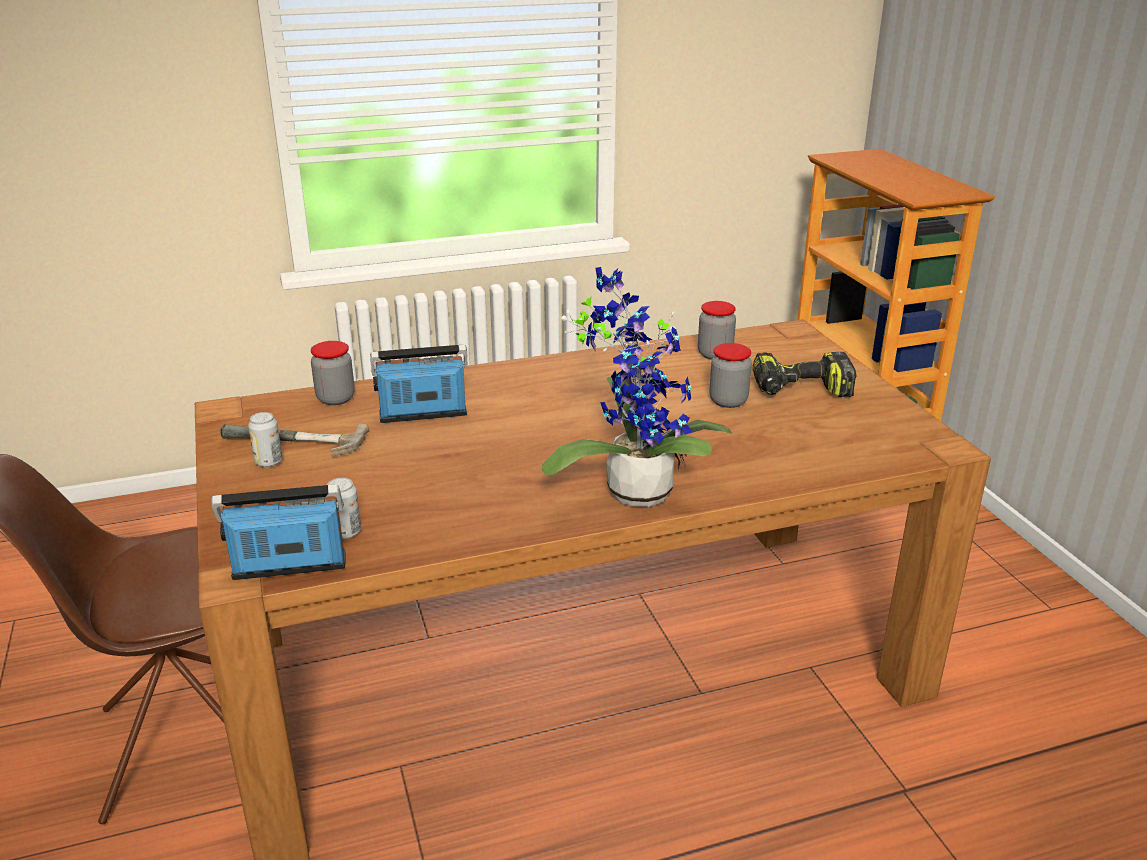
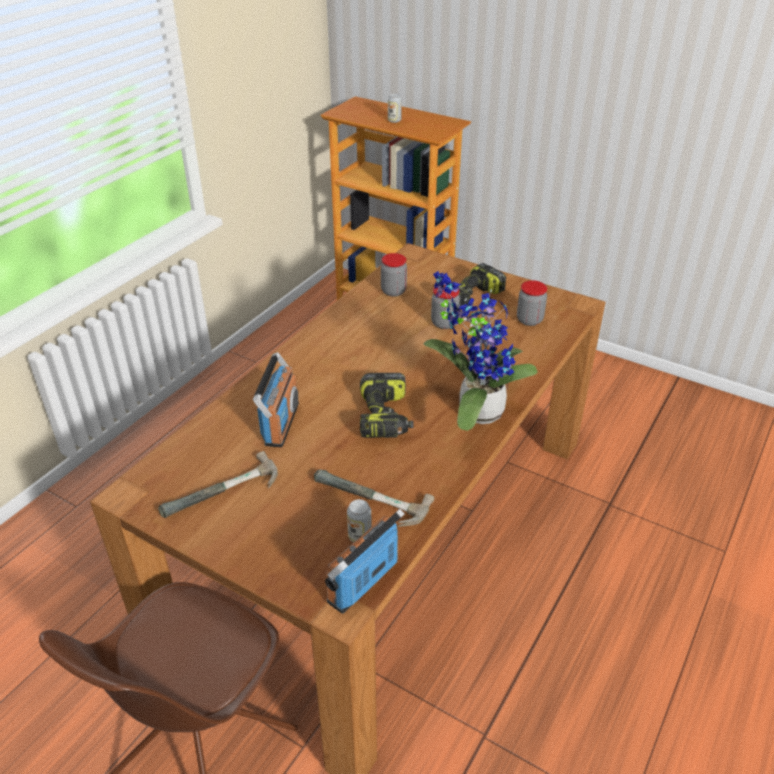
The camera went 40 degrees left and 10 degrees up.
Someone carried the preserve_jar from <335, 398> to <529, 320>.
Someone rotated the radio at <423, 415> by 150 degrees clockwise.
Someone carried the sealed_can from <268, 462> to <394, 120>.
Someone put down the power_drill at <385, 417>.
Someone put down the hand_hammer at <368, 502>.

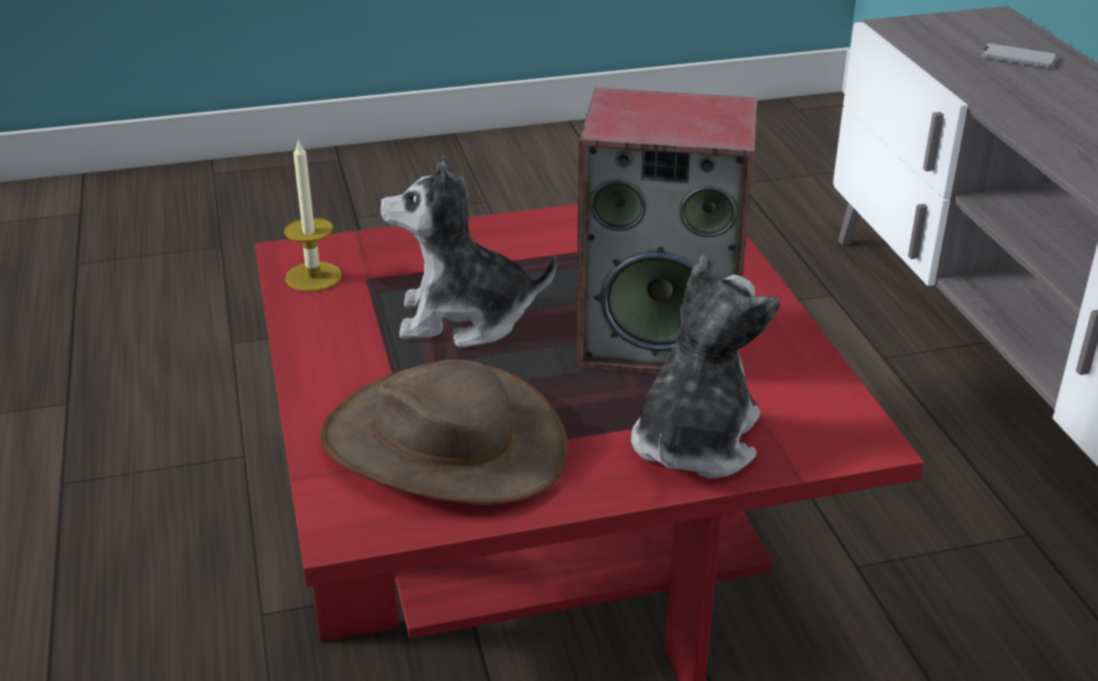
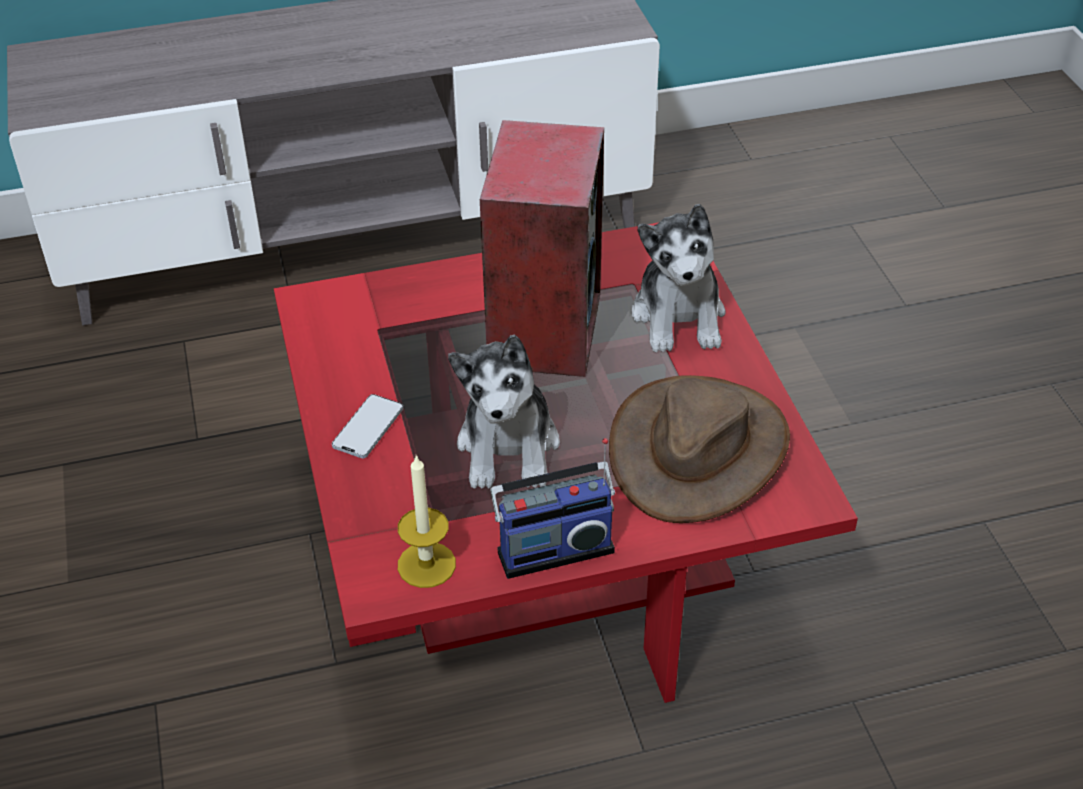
The camera went 90 degrees left and 10 degrees up.
Someone carried the phone from <1018, 57> to <368, 427>.
Someone rotated the cuddly_toy at <694, 441> by 120 degrees counterclockwise.
Someone put down the radio at <553, 548>.

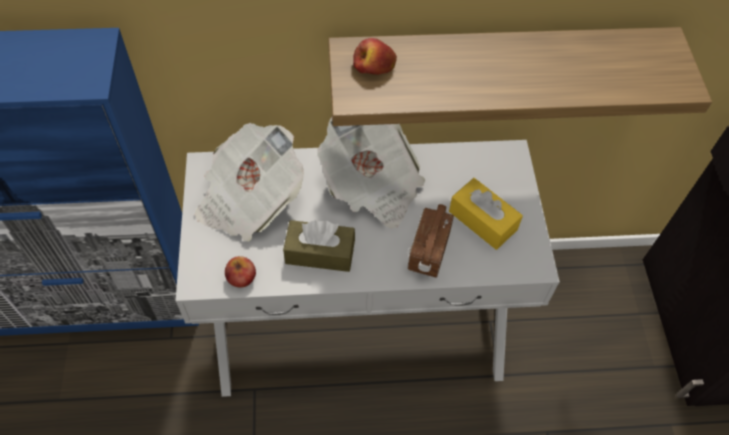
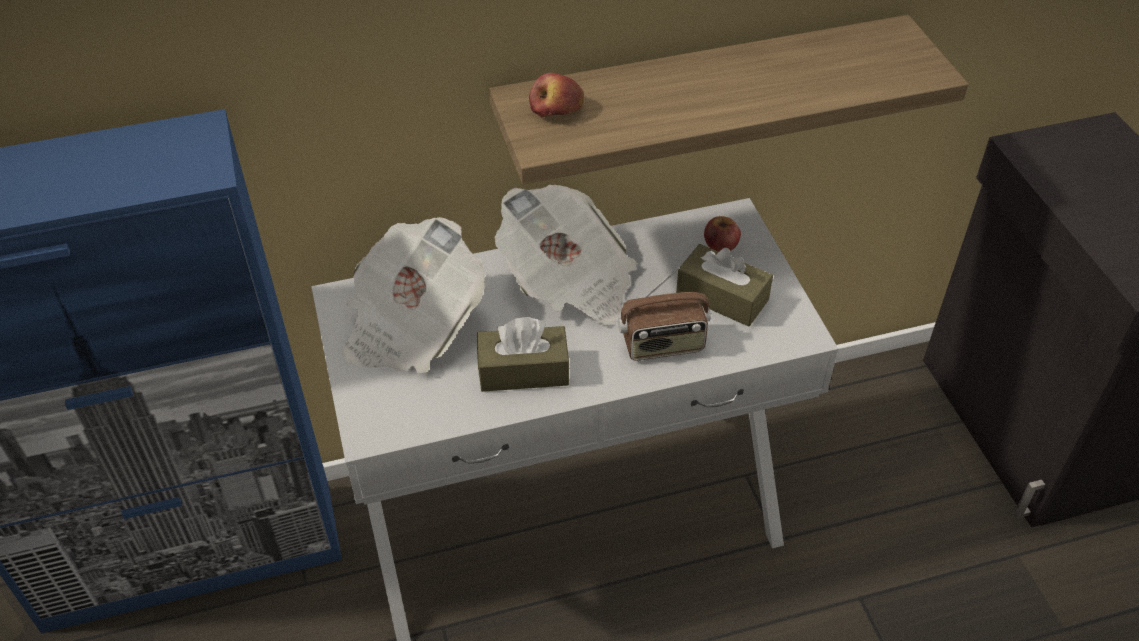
The camera went 10 degrees left and 10 degrees down.
Someone repainted the yellow_tissue_holder at <482, 220>, which became the brown_tissue_holder at <722, 297>.
Someone rotated the radio at <427, 252> by 105 degrees counterclockwise.
Someone carried the apple_fruit from <241, 277> to <721, 244>.

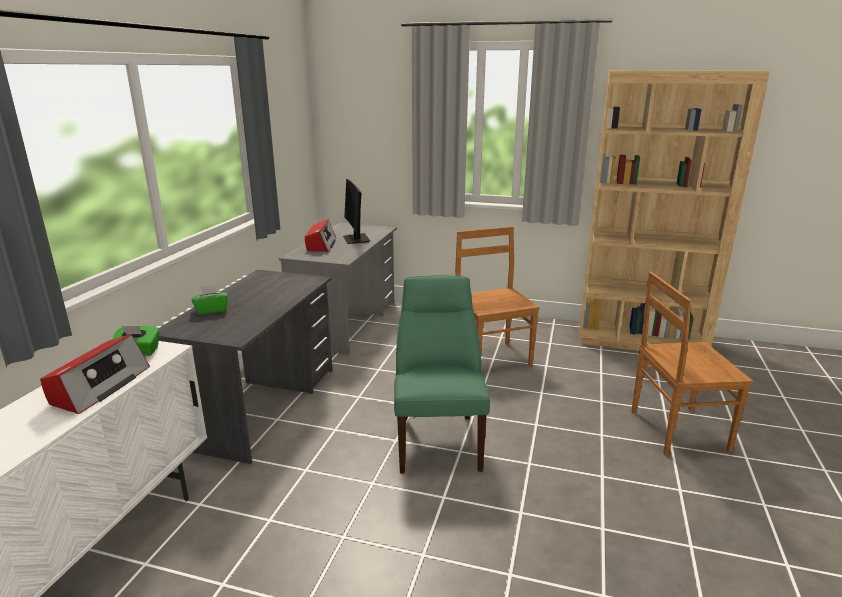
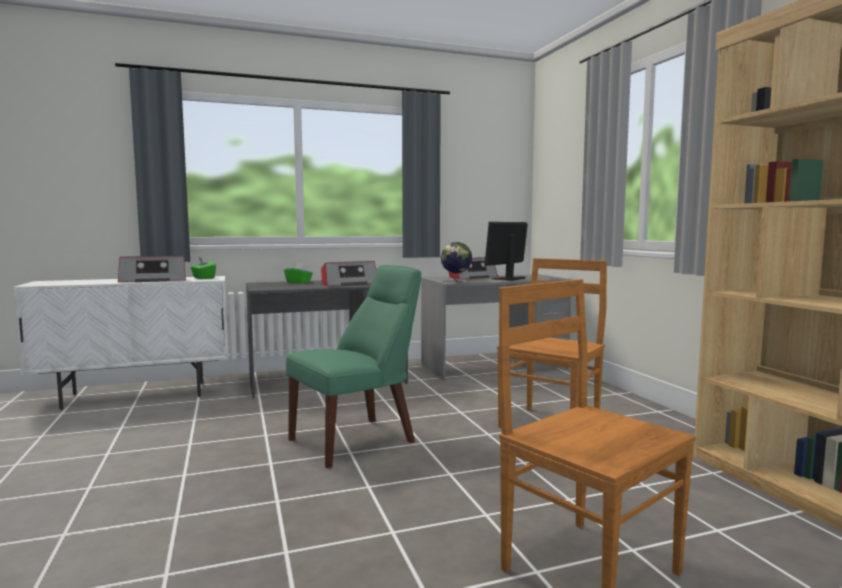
The camera went 55 degrees right and 15 degrees down.
Someone put down the desk_globe at <456, 282>.
Someone put down the radio at <349, 284>.

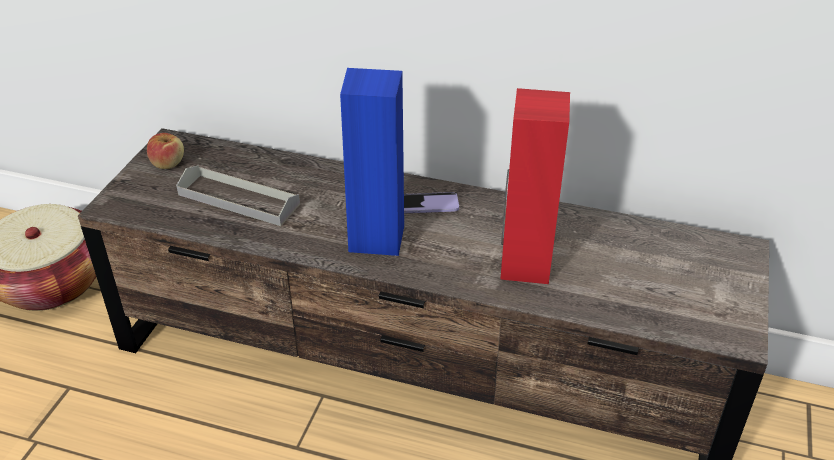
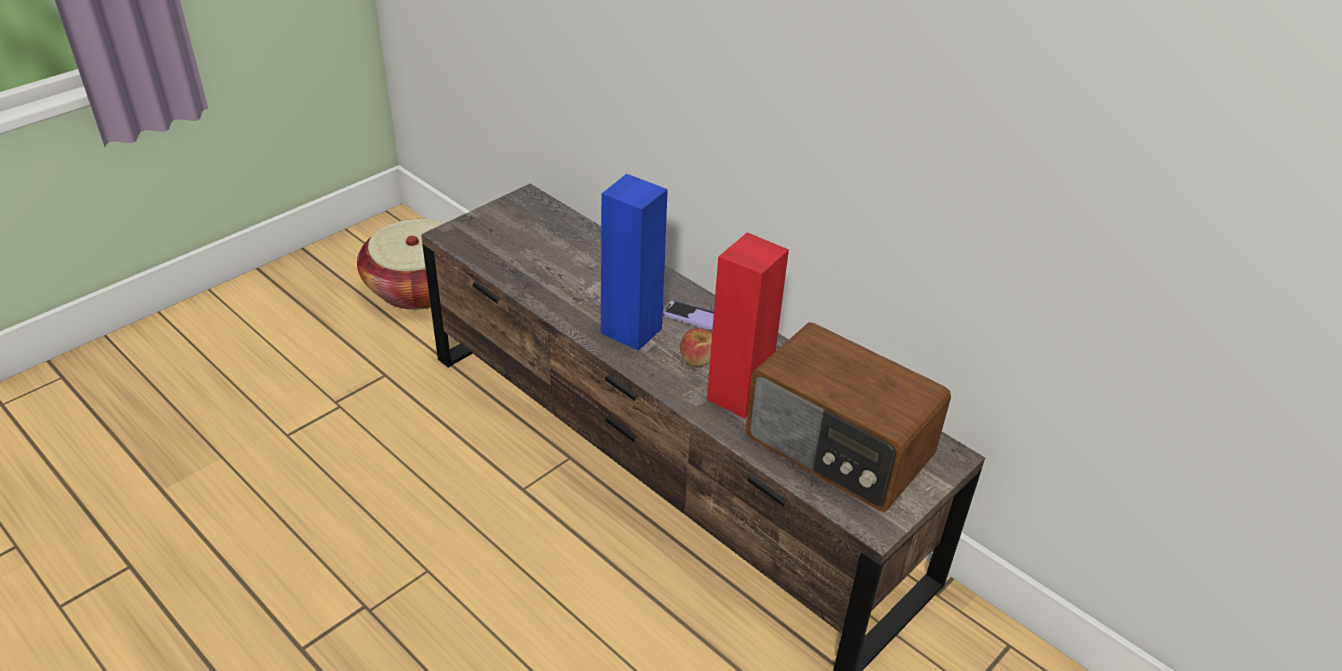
The camera went 25 degrees right and 0 degrees up.
Someone carried the apple_fruit from <168, 163> to <697, 359>.
Someone took away the grey_tray at <238, 199>.
Someone put down the radio at <838, 449>.

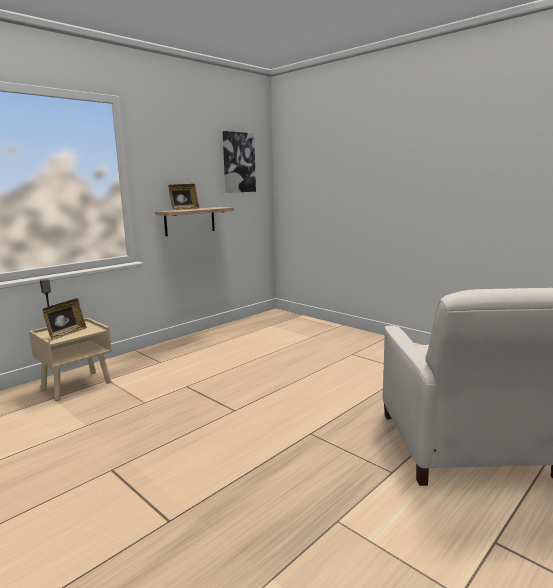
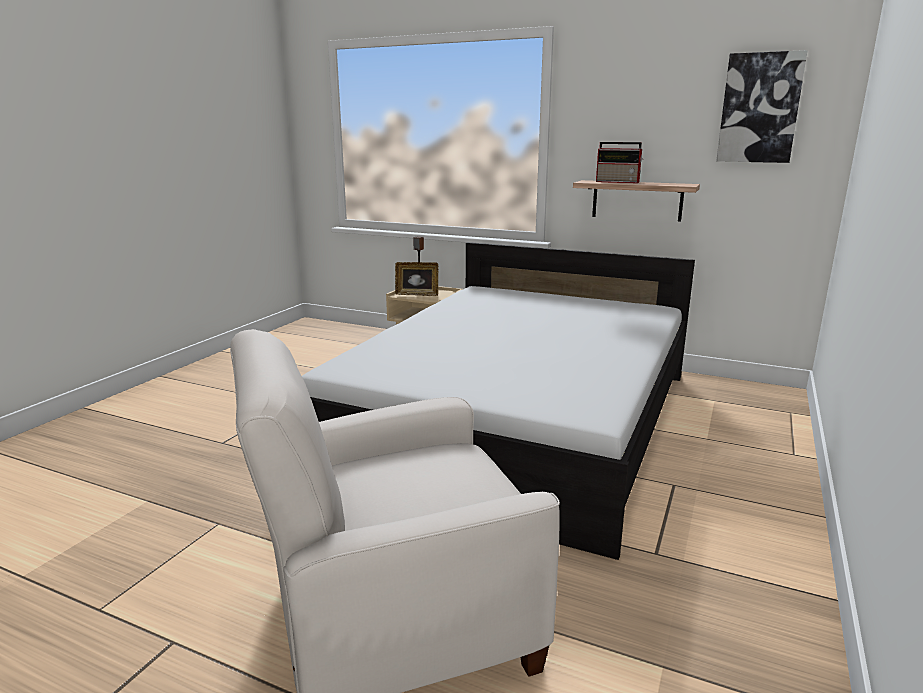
The camera went 70 degrees right and 5 degrees up.
Someone swapped the photo_frame at <184, 209> for the radio at <618, 182>.
Someone put down the whitish_bed at <517, 419>.

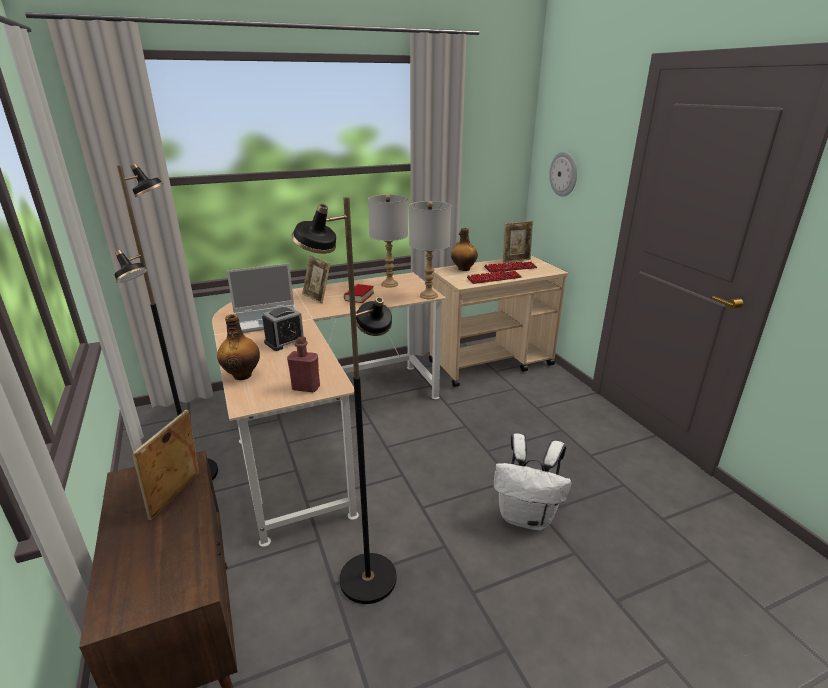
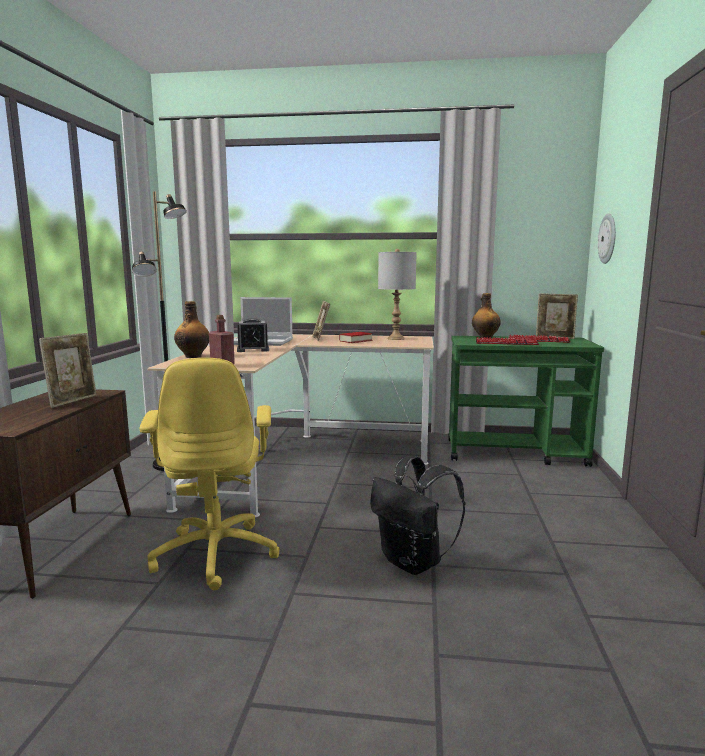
The camera went 30 degrees right and 15 degrees down.
Someone swapped the black_floor_lamp at <367, 578> for the yellow_computer_chair at <216, 553>.
Someone took away the grey_table_lamp at <428, 296>.
Someone repainted the beige-coloured_wheeled_cart at <492, 363>, which became the green_wheeled_cart at <515, 453>.
Someone rotated the photo_frame at <177, 496> by 150 degrees clockwise.
Someone repainted the whitish_rucksack at <527, 517>, which became the black_rucksack at <414, 562>.

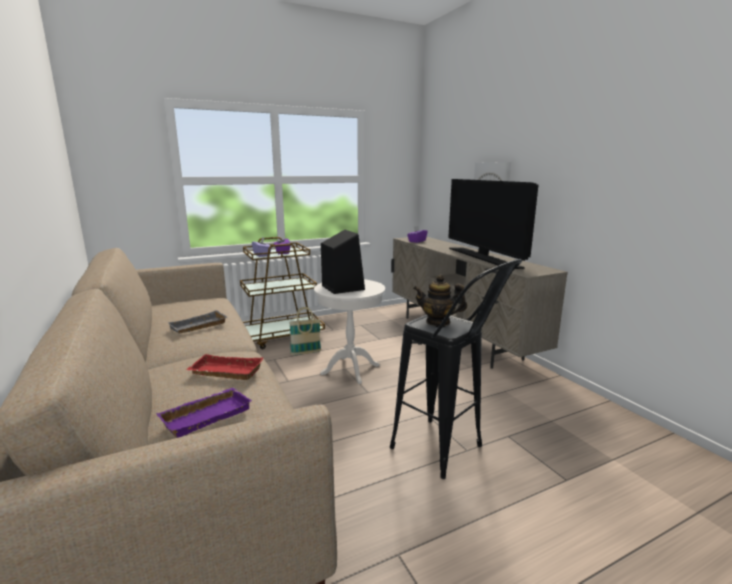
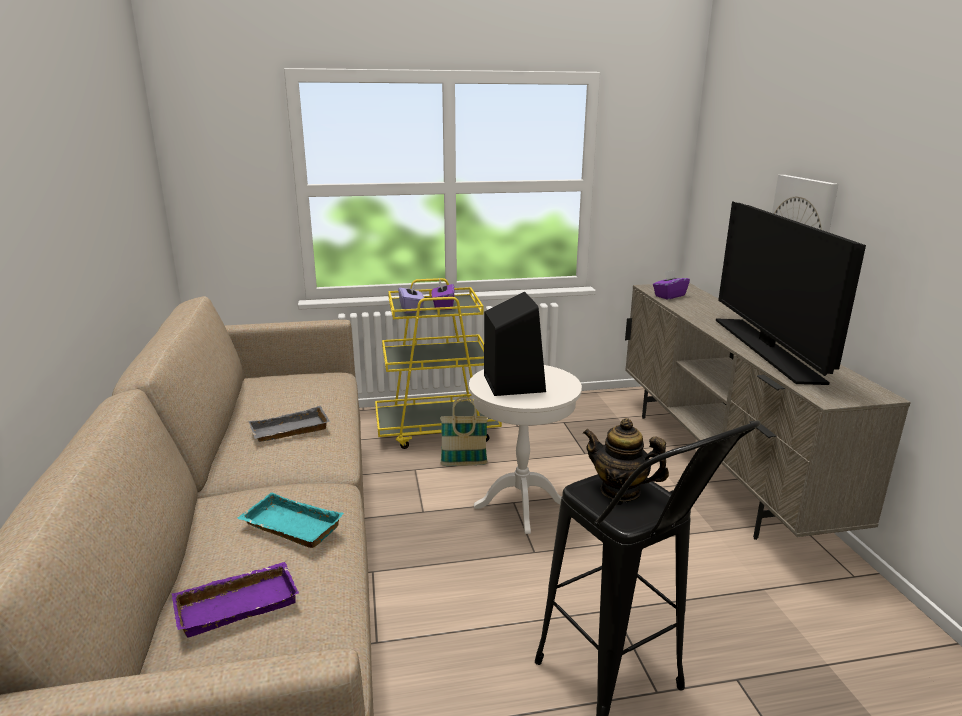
The camera went 15 degrees right and 5 degrees up.
Someone repainted the brown_wheeled_cart at <281, 336>, which became the yellow_wheeled_cart at <437, 429>.
Someone repainted the red_tray at <224, 372>, which became the turquoise_tray at <289, 527>.

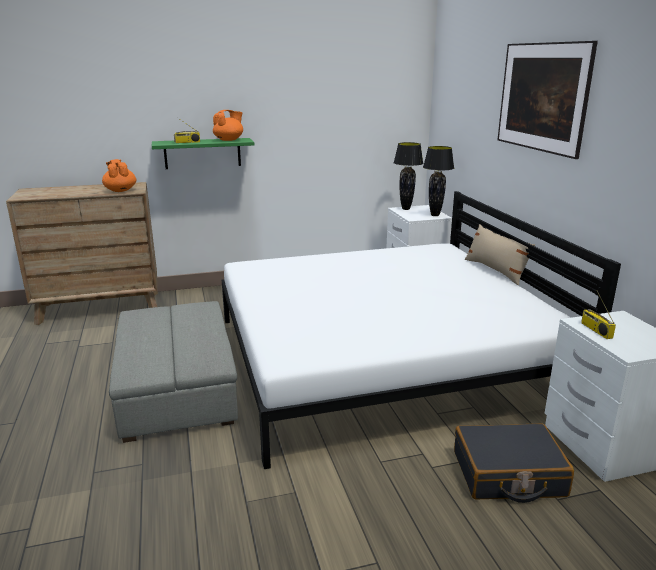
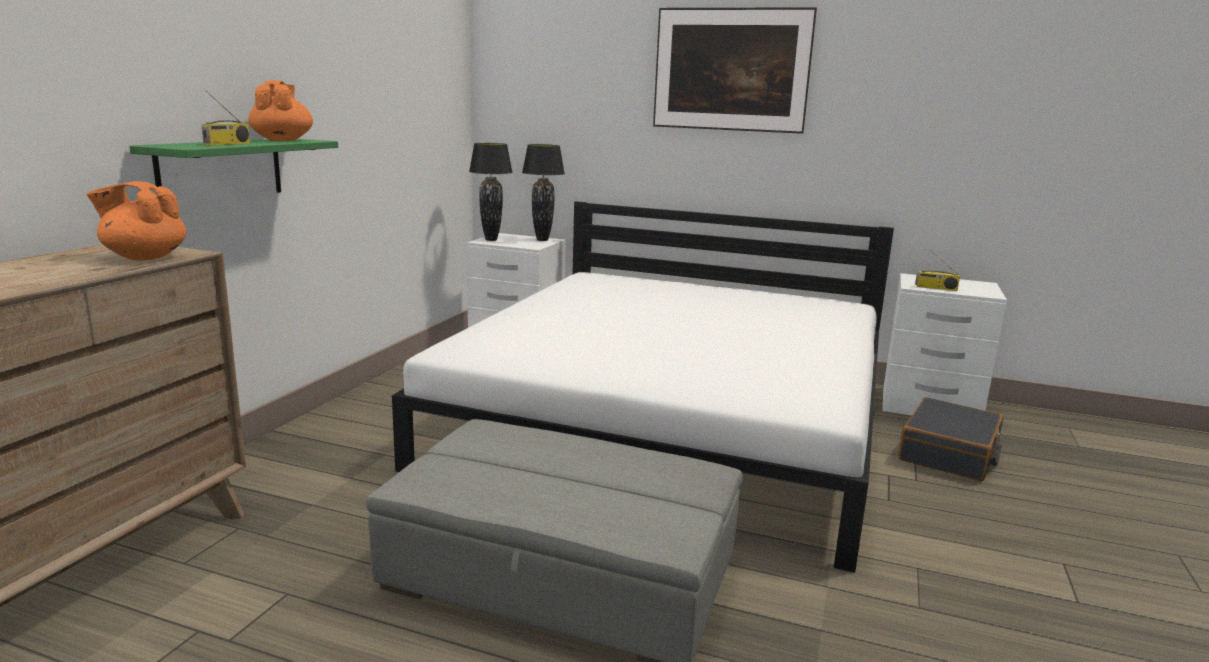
The camera went 55 degrees left and 5 degrees down.
Someone took away the beige-coloured_pillow at <495, 270>.

